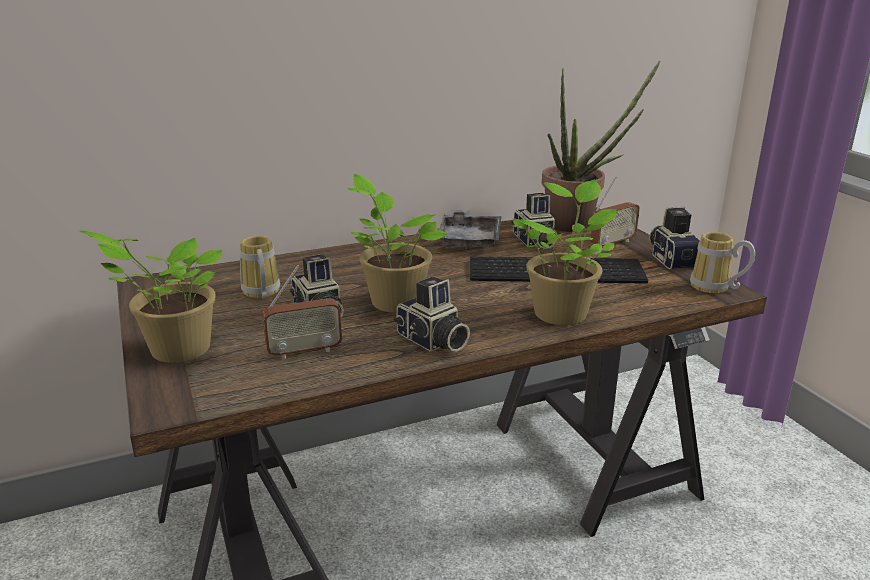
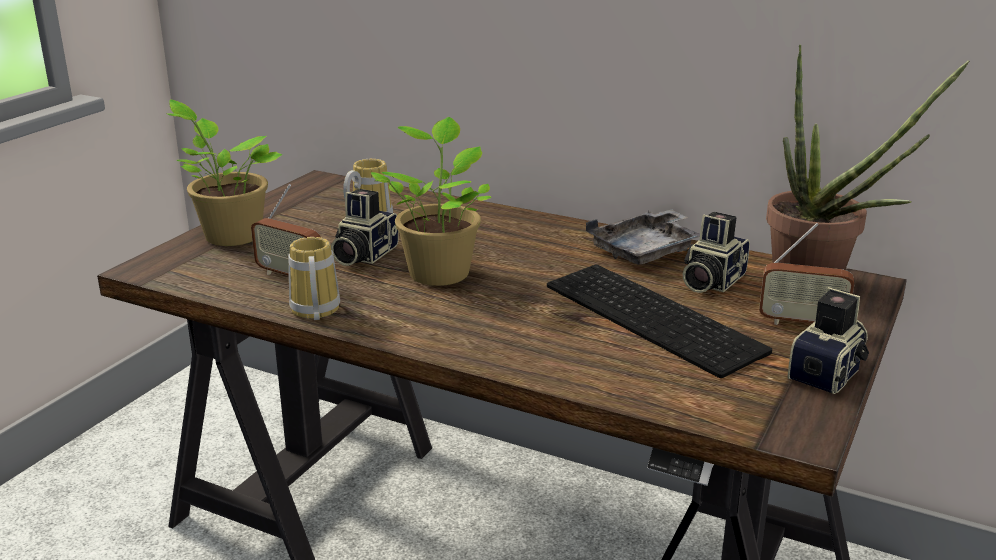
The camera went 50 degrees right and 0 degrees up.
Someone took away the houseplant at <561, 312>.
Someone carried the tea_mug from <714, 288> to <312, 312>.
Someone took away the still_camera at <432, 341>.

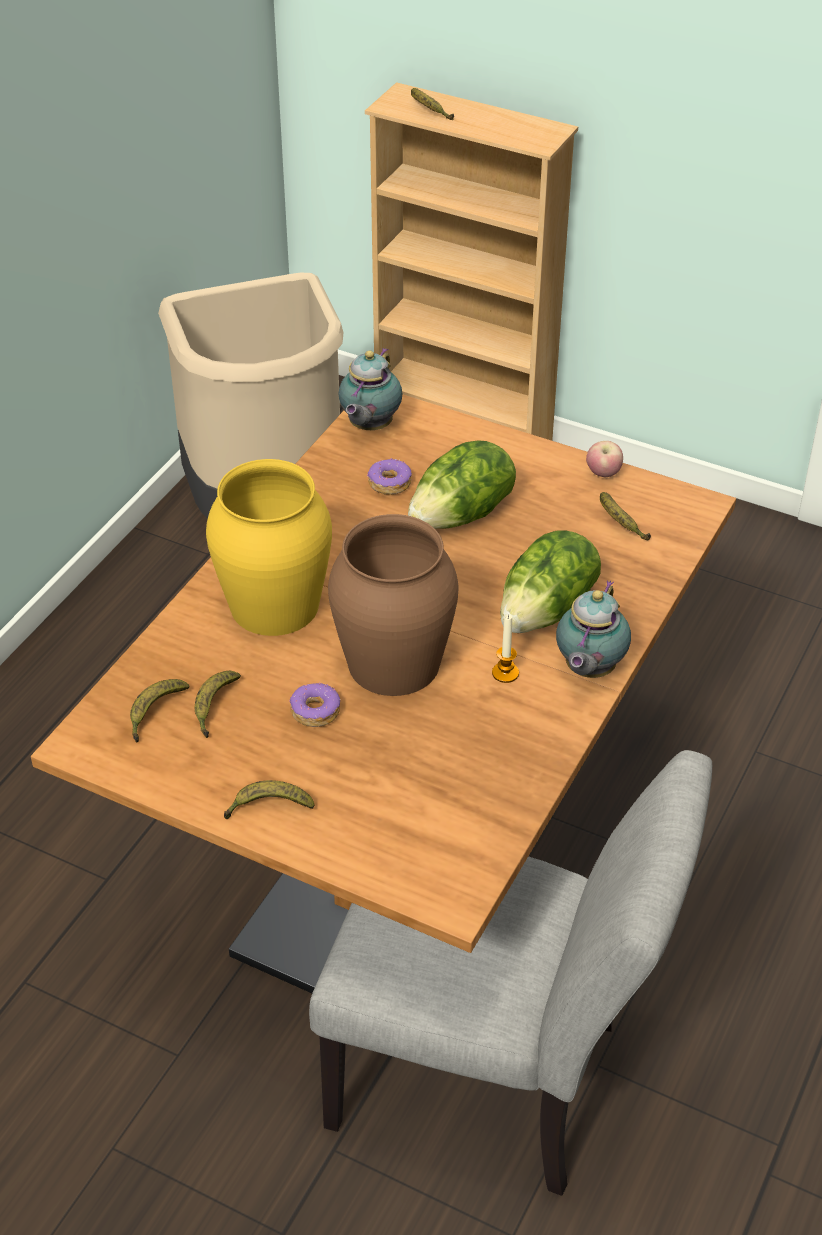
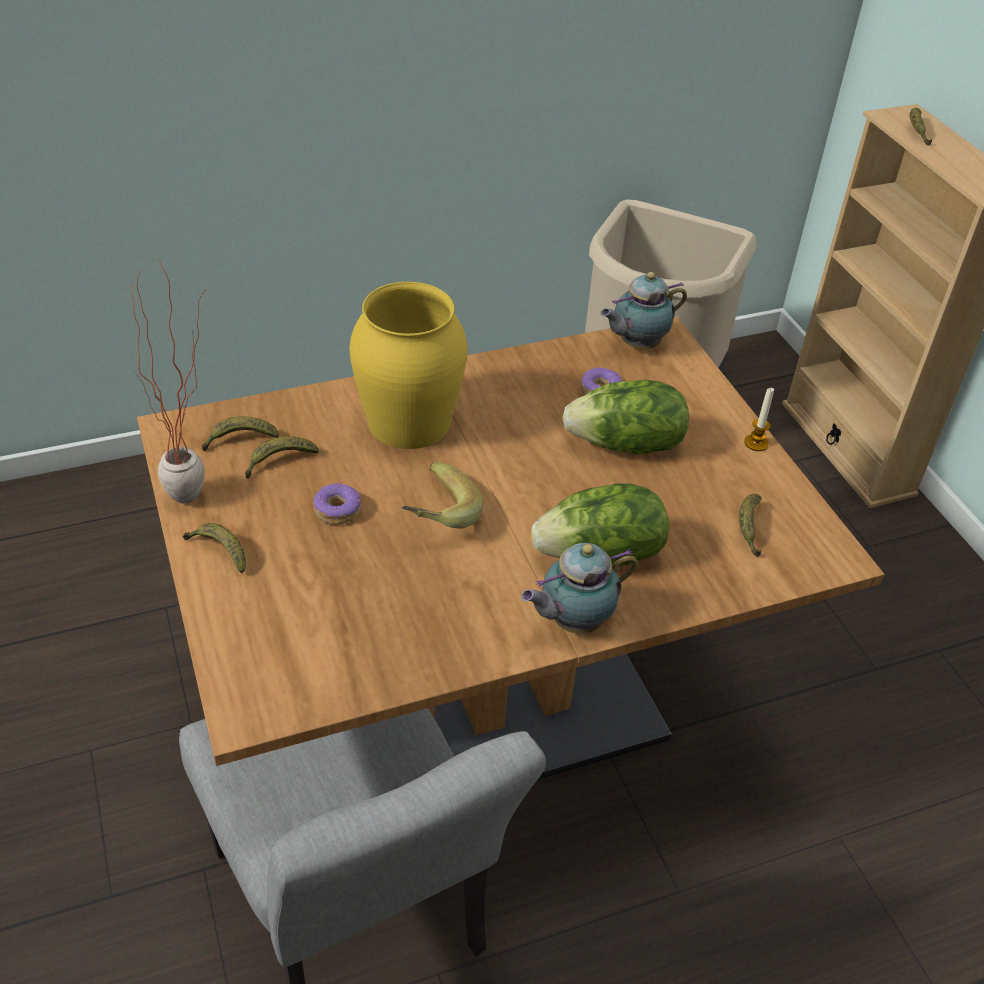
The camera went 40 degrees right and 0 degrees up.
Someone took away the apple_fruit at <603, 474>.
Someone swapped the brown_vase at <392, 663> for the banana_fruit at <434, 514>.
Someone carried the wax_candle from <505, 673> to <756, 443>.
Someone put down the houseplant at <200, 497>.

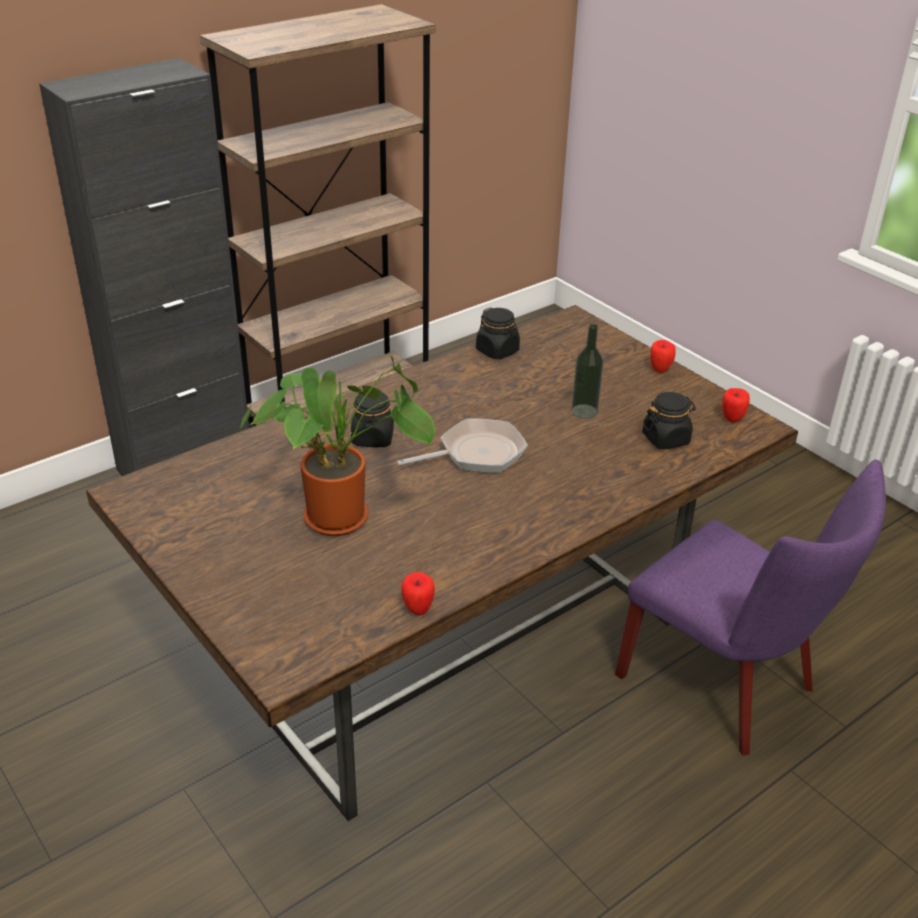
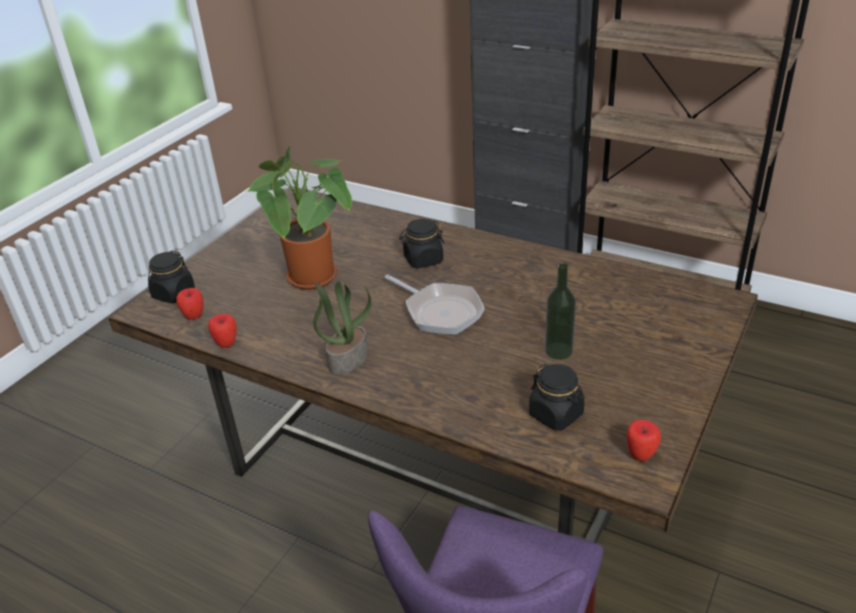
The camera went 70 degrees right and 0 degrees up.
Someone carried the black_preserve_jar from <497, 351> to <173, 294>.
Someone carried the apple_fruit from <660, 369> to <194, 317>.
Someone put down the houseplant at <348, 359>.

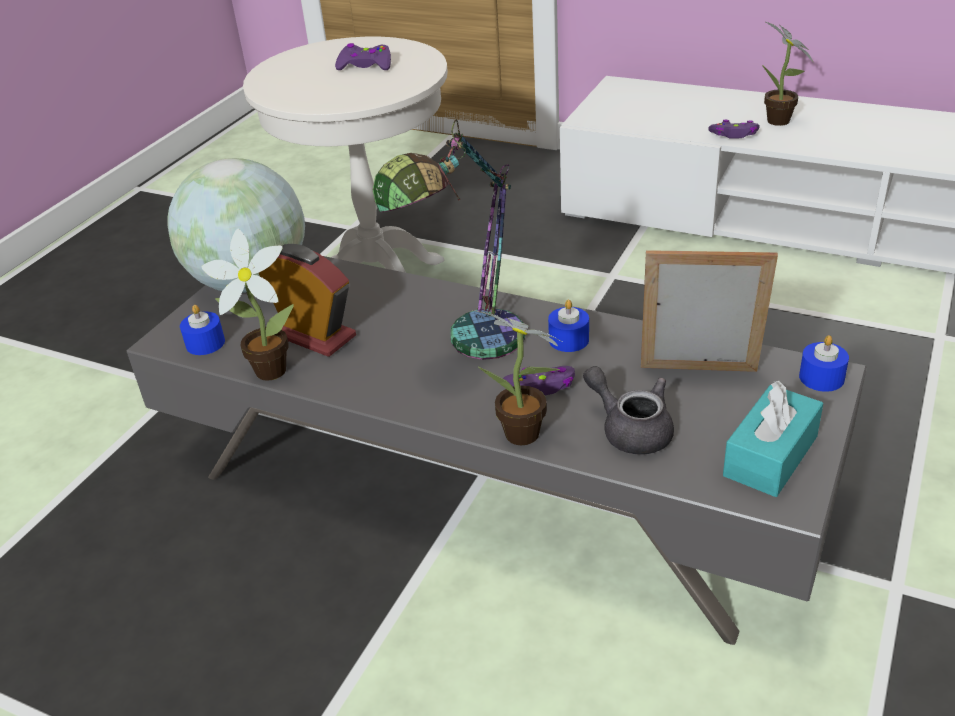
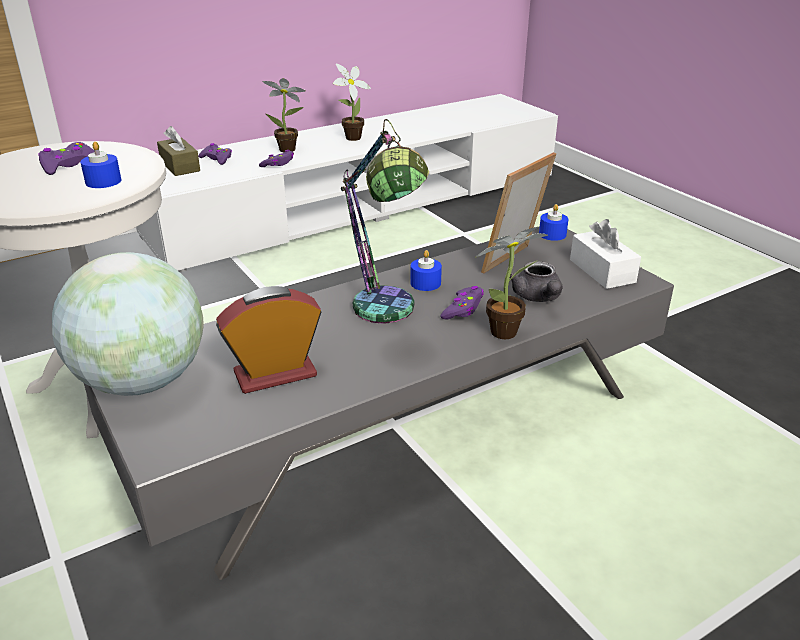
The camera went 60 degrees left and 5 degrees down.
Someone carried the houseplant from <266, 369> to <350, 138>.
Someone carried the blue-coloured_wax_candle from <205, 343> to <103, 181>.
Someone rotated the grey_teapot at <630, 429> by 90 degrees counterclockwise.
Someone repainted the turquoise_tissue_holder at <770, 456>, which became the whitish_tissue_holder at <602, 271>.
Someone put down the brown_tissue_holder at <180, 166>.
Someone put down the purplish_gamepad at <216, 159>.

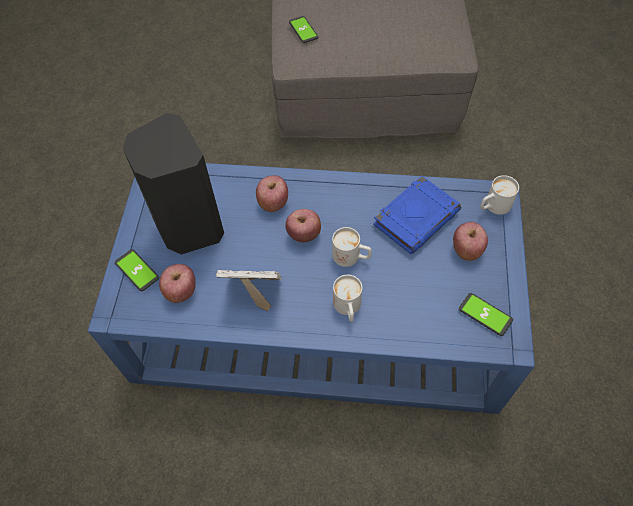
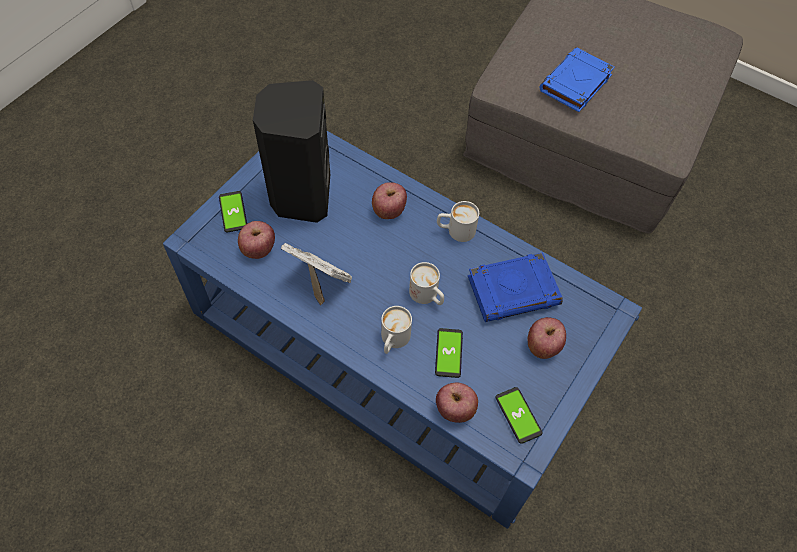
The camera went 25 degrees right and 0 degrees up.
Someone carried the phone from <303, 30> to <449, 353>.
Someone carried the whitish_tea_mug from <493, 206> to <455, 230>.
Someone carried the apple_fruit from <304, 234> to <455, 410>.
Someone put down the blue-coloured_book at <575, 84>.

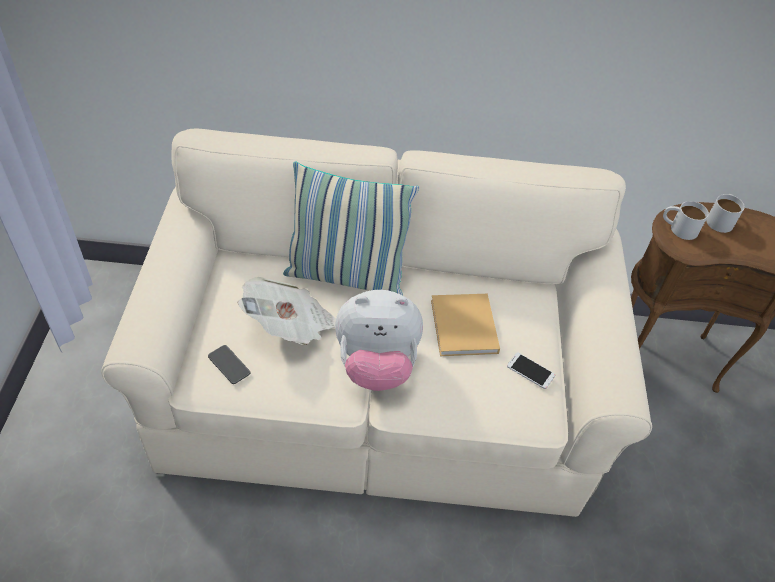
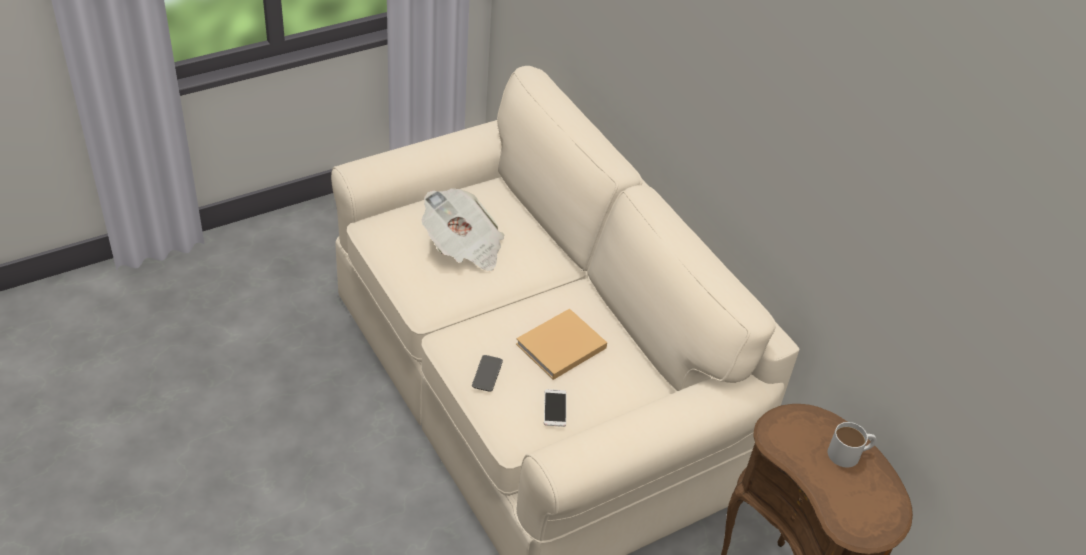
The camera went 55 degrees right and 5 degrees down.
Someone took away the pillow at <346, 275>.
Someone took away the whitish_tea_mug at <678, 228>.
Someone took away the cuddly_toy at <376, 365>.
Someone carried the phone from <229, 365> to <487, 374>.

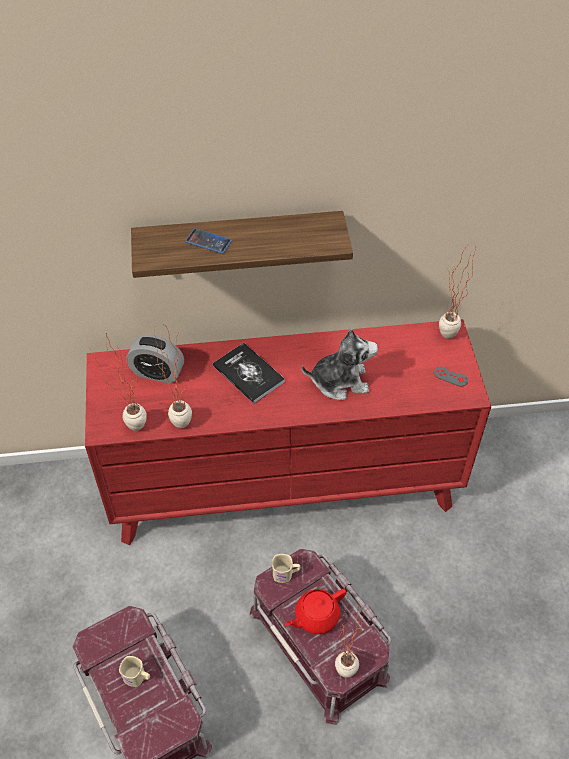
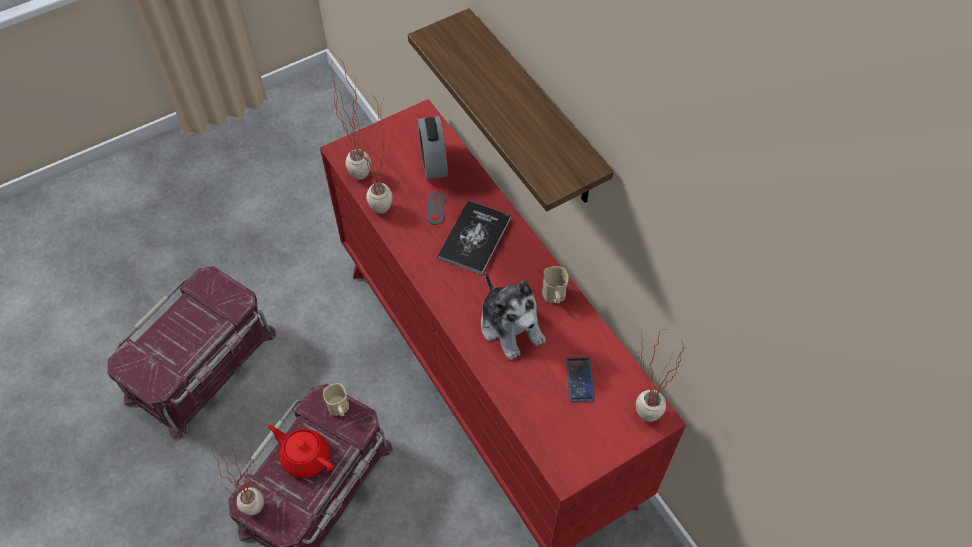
The camera went 65 degrees right and 5 degrees up.
Someone carried the phone from <208, 241> to <579, 379>.
Someone carried the grey_gamepad from <450, 376> to <436, 208>.
Someone carried the beige-coloured_tea_mug from <138, 677> to <554, 297>.

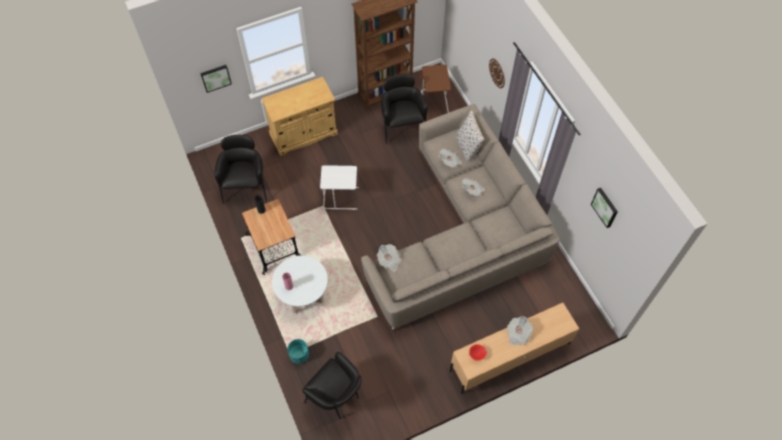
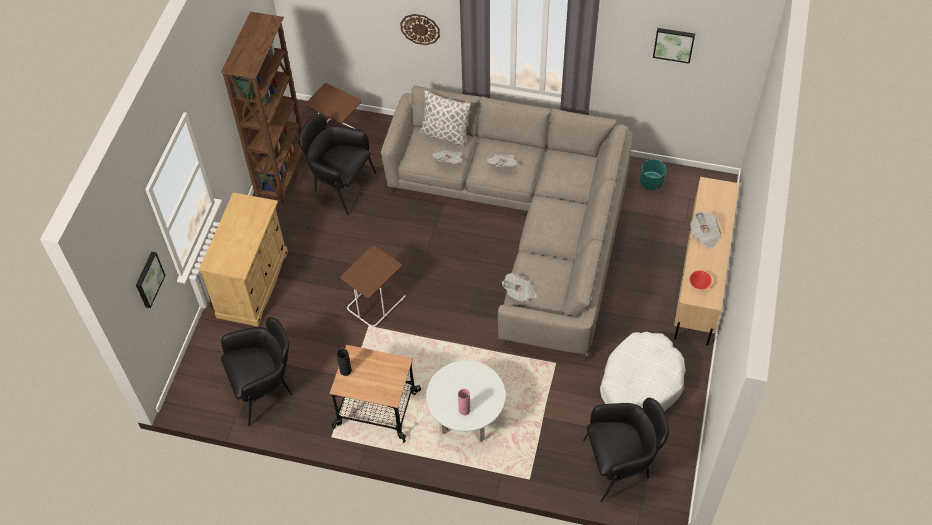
The camera went 50 degrees left and 5 degrees down.
Someone rotated the black_lounge_chair at <245, 186> by 120 degrees clockwise.
Someone repainted the whitish_side_table at <341, 198>, which became the brown_side_table at <375, 301>.
Someone carried the turquoise_flower_pot from <299, 355> to <651, 182>.
Someone put down the whitish_dog_bed at <641, 382>.

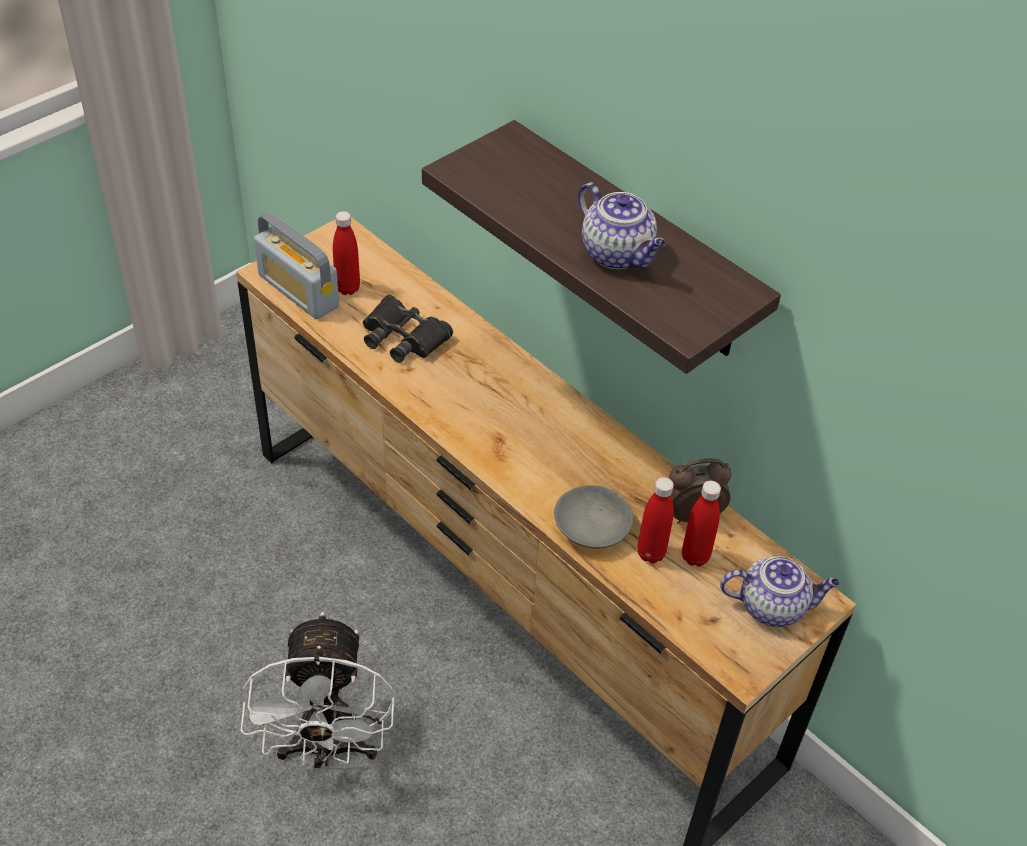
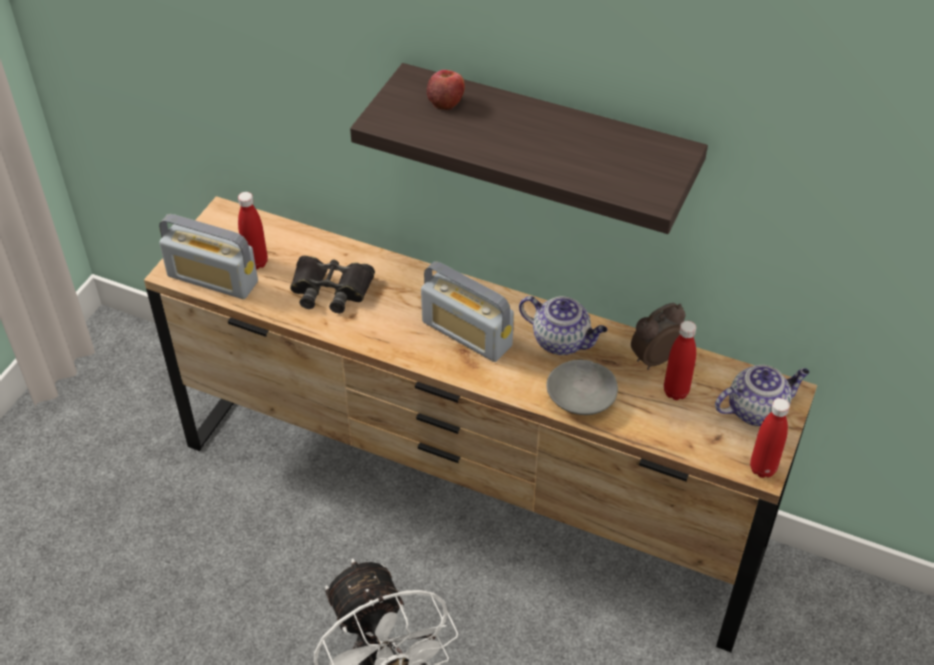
The camera went 20 degrees left and 0 degrees up.
Someone carried the teapot from <618, 254> to <562, 341>.
Someone carried the red_bottle from <651, 553> to <762, 468>.
Someone put down the apple_fruit at <446, 101>.
Someone put down the radio at <467, 334>.

